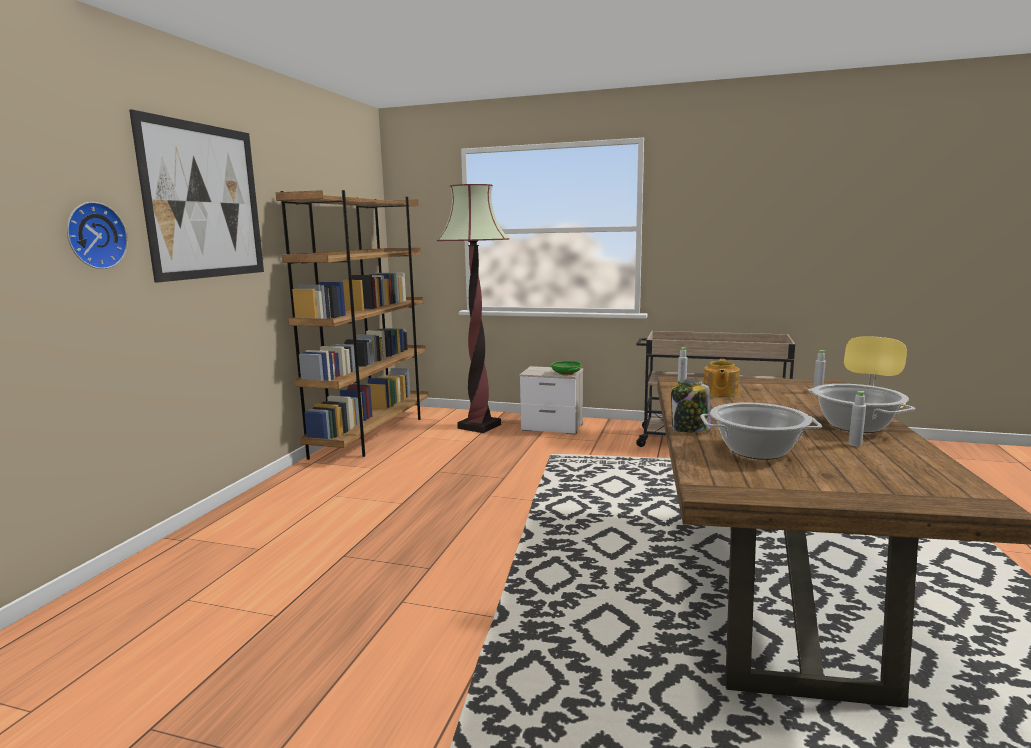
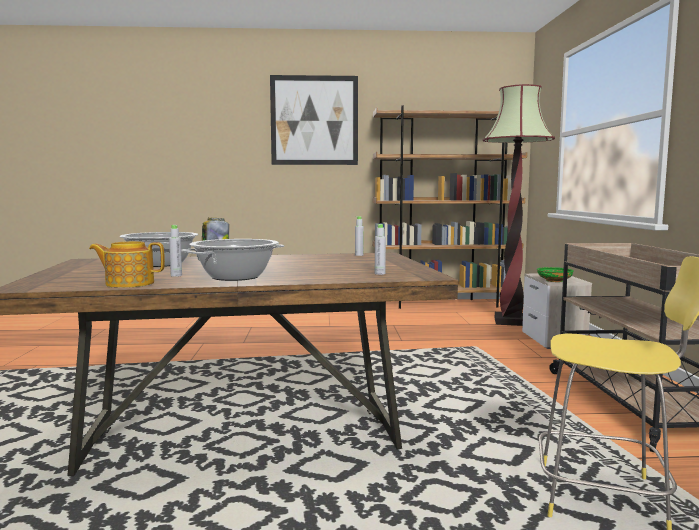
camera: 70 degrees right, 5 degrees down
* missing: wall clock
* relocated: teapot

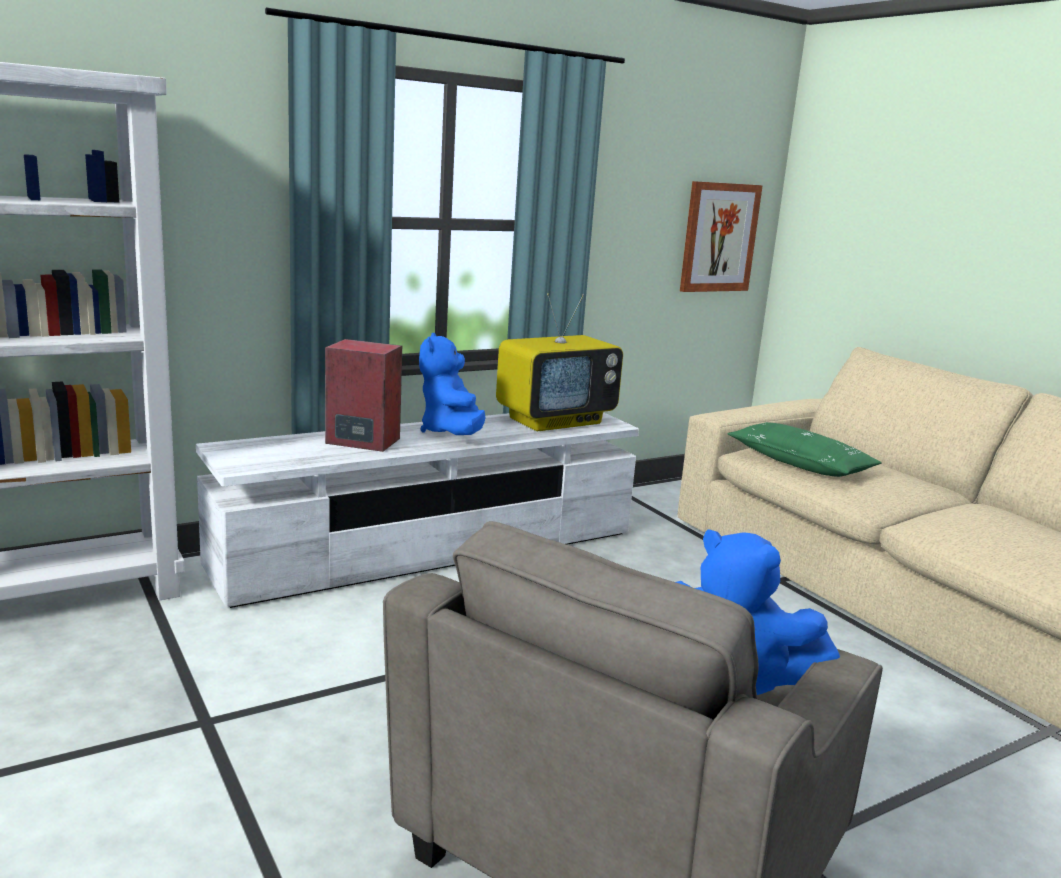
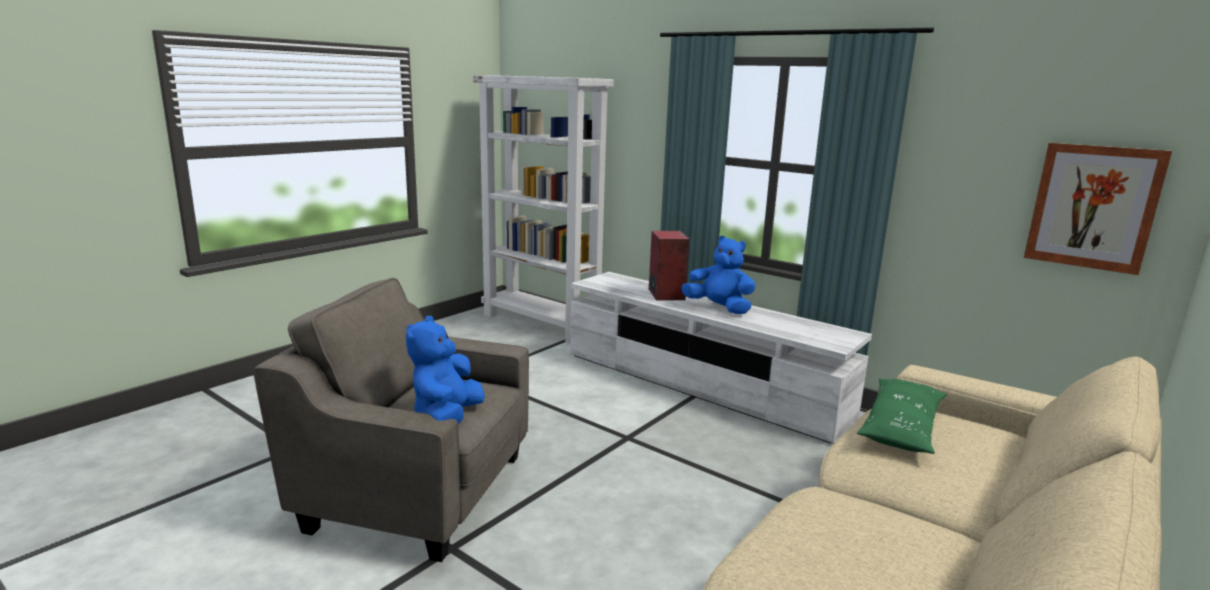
camera: 70 degrees right, 0 degrees up
* missing: television
* spun: plush toy/blue (no. 1 from left in the first image) 60 degrees clockwise

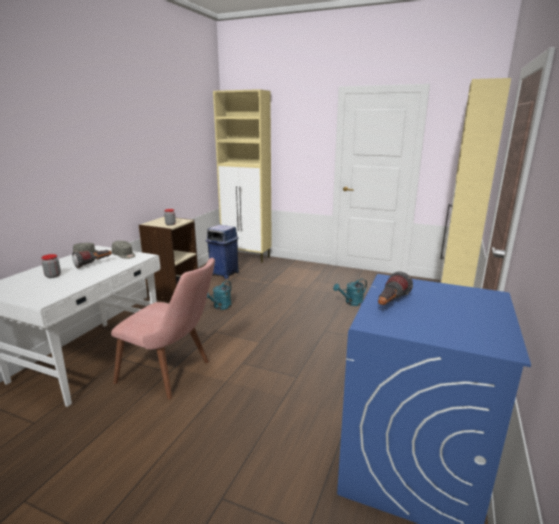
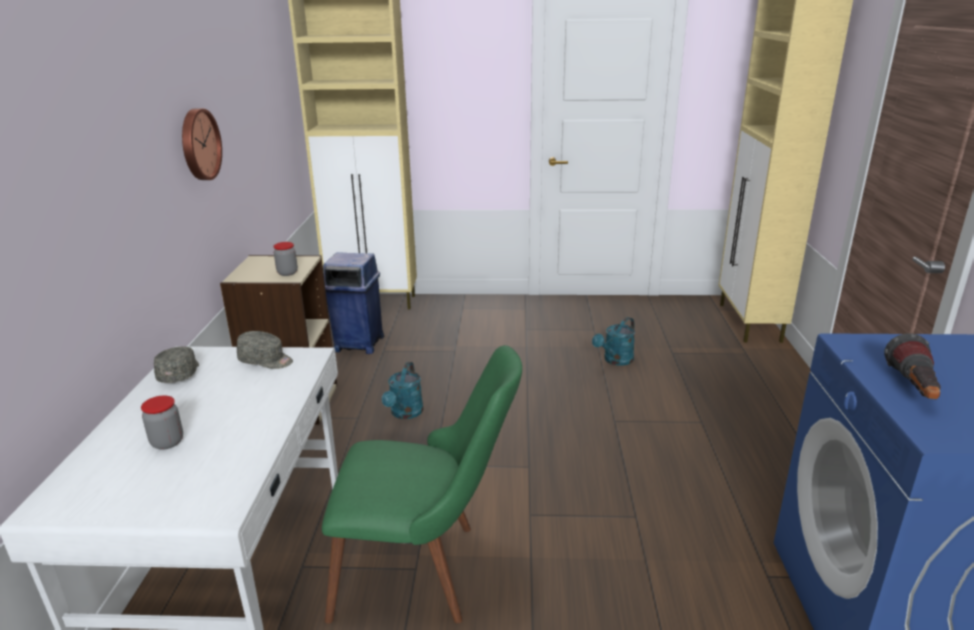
camera: 20 degrees left, 5 degrees up
* missing: flashlight (no. 1 from left)
* appeared: wall clock
* colour: chair/pink to chair/green

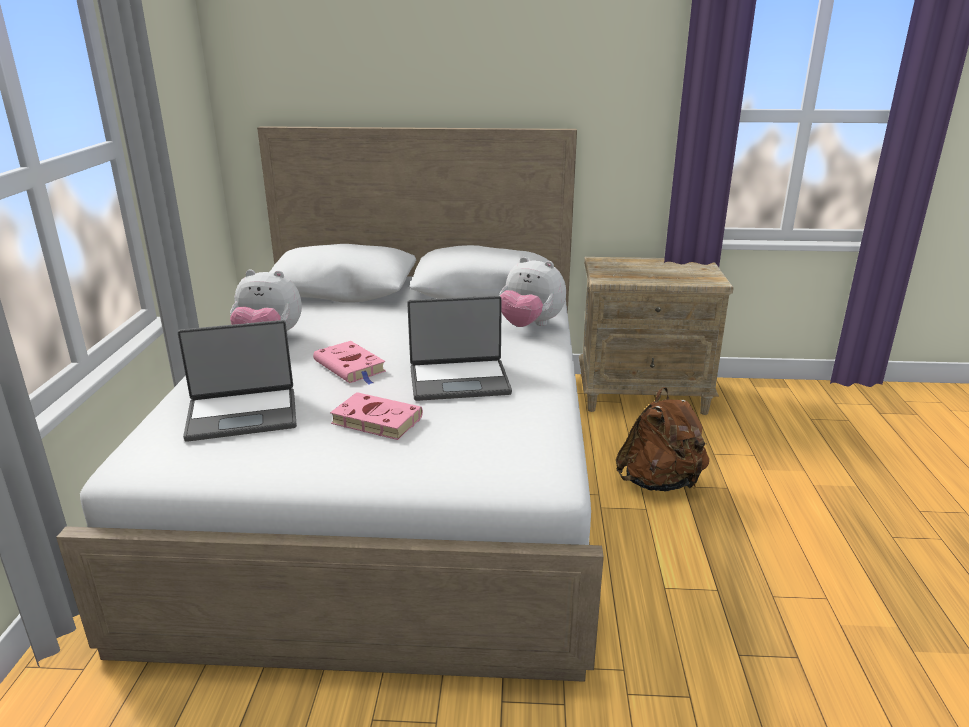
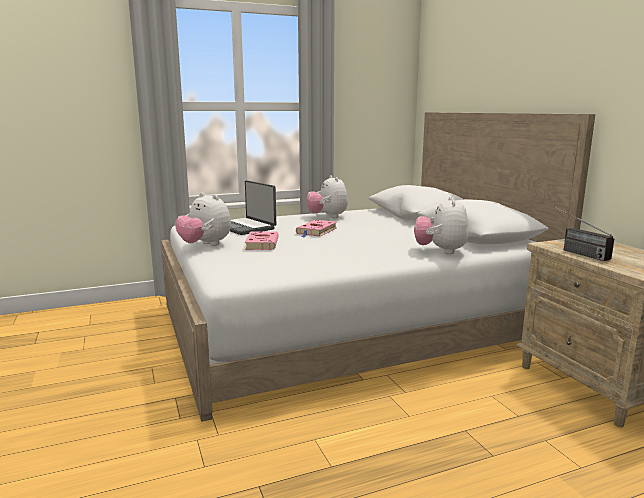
camera: 65 degrees right, 10 degrees down
* missing: laptop (no. 2 from left)
* missing: backpack/brown
* appeared: plush toy (no. 1 from left)
* appeared: radio

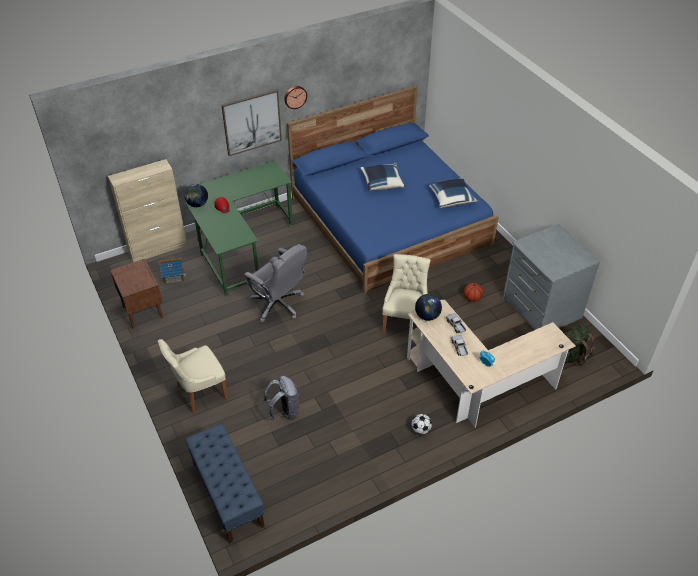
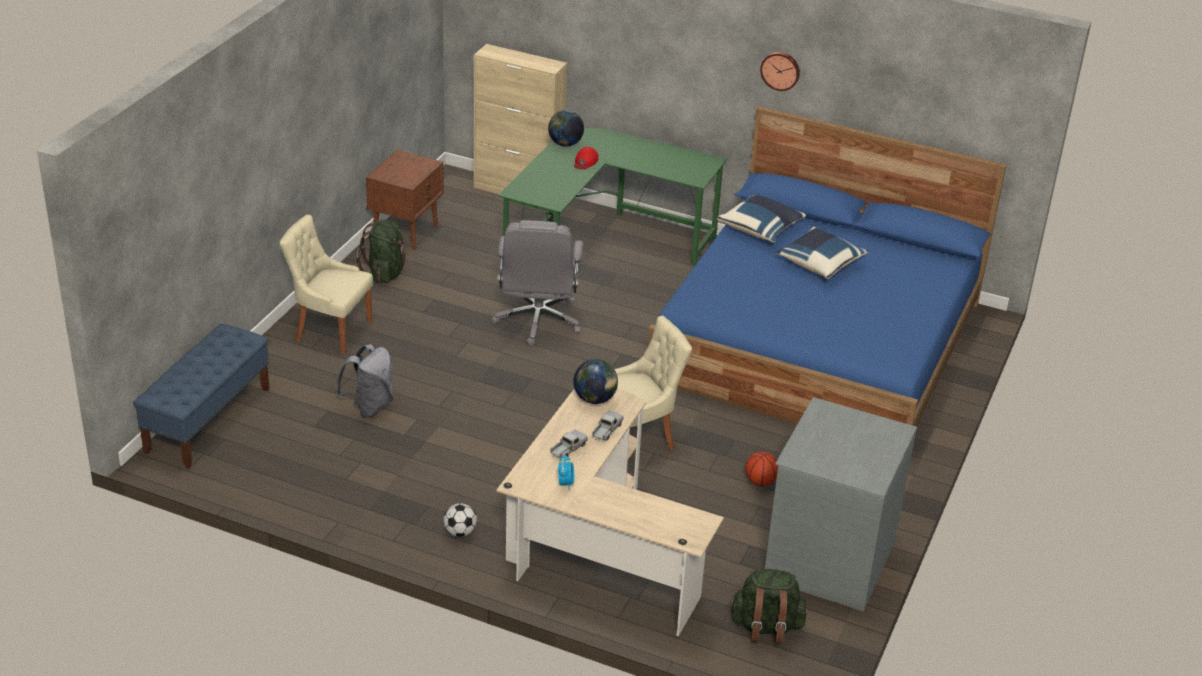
camera: 50 degrees right, 10 degrees down
* missing: toy house
* missing: picture
* appeared: backpack/green (no. 1 from left)
* relocated: pillow/blue (no. 2 from left in the first image) to pillow/blue (no. 1 from left)

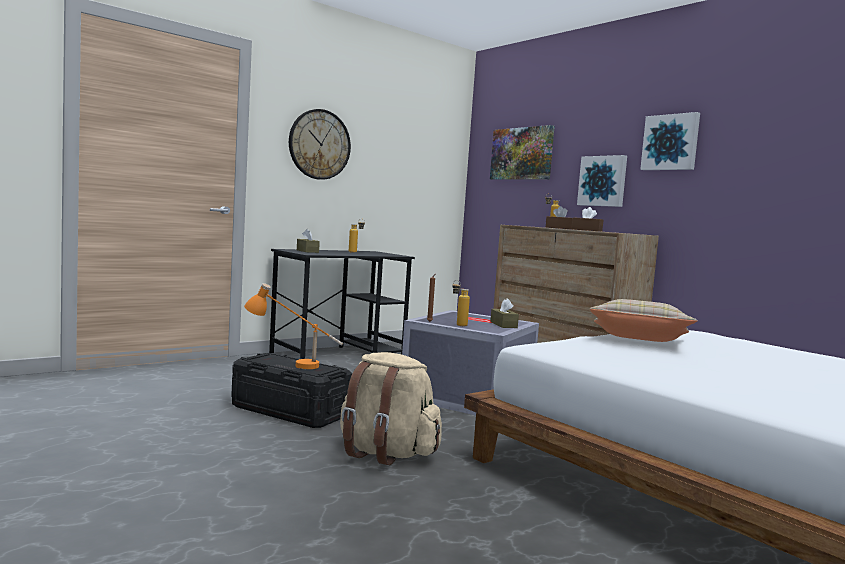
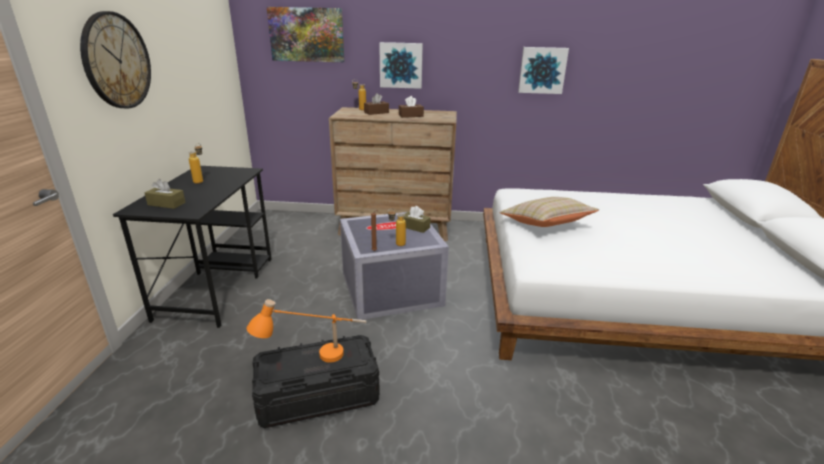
camera: 45 degrees left, 20 degrees up
* missing: backpack/beige
* relocated: picture (no. 3 from left)

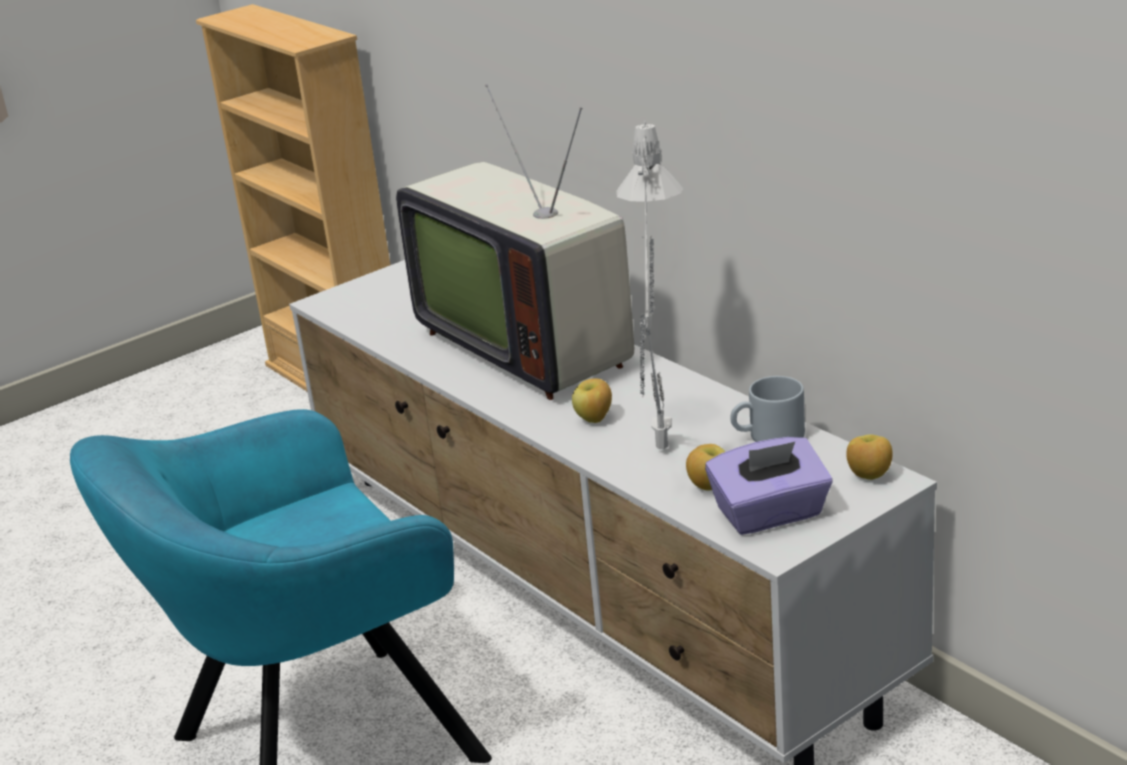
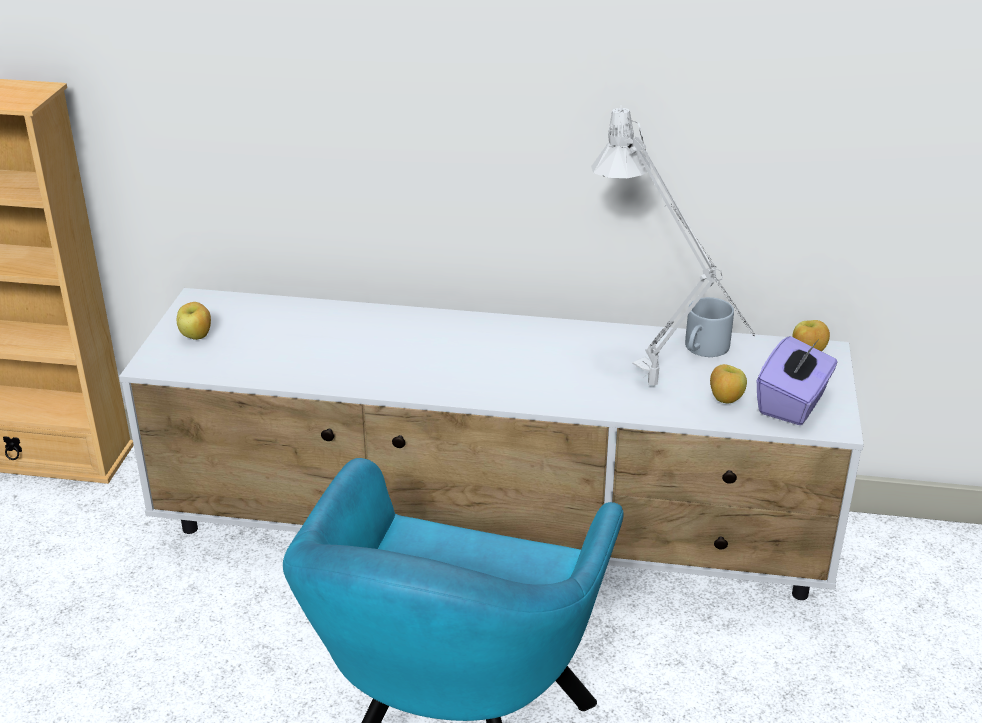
camera: 45 degrees left, 5 degrees up
* missing: television
* relocated: apple (no. 1 from left)

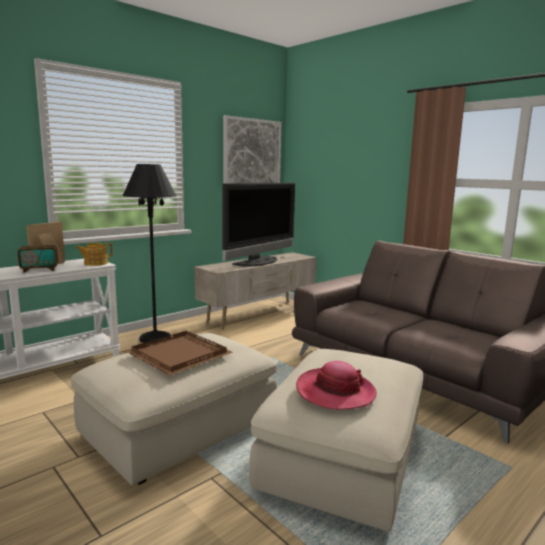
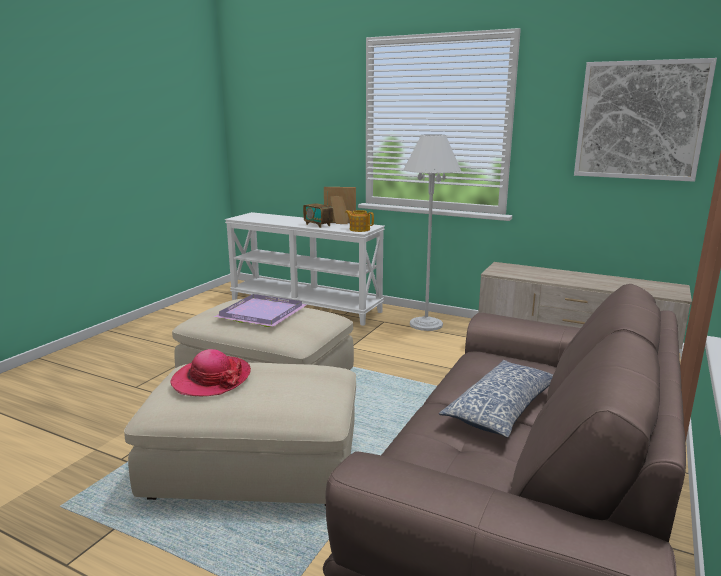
camera: 70 degrees right, 5 degrees up
* missing: television
* appeared: pillow
* colour: floor lamp/black to floor lamp/white
* colour: tray/brown to tray/purple

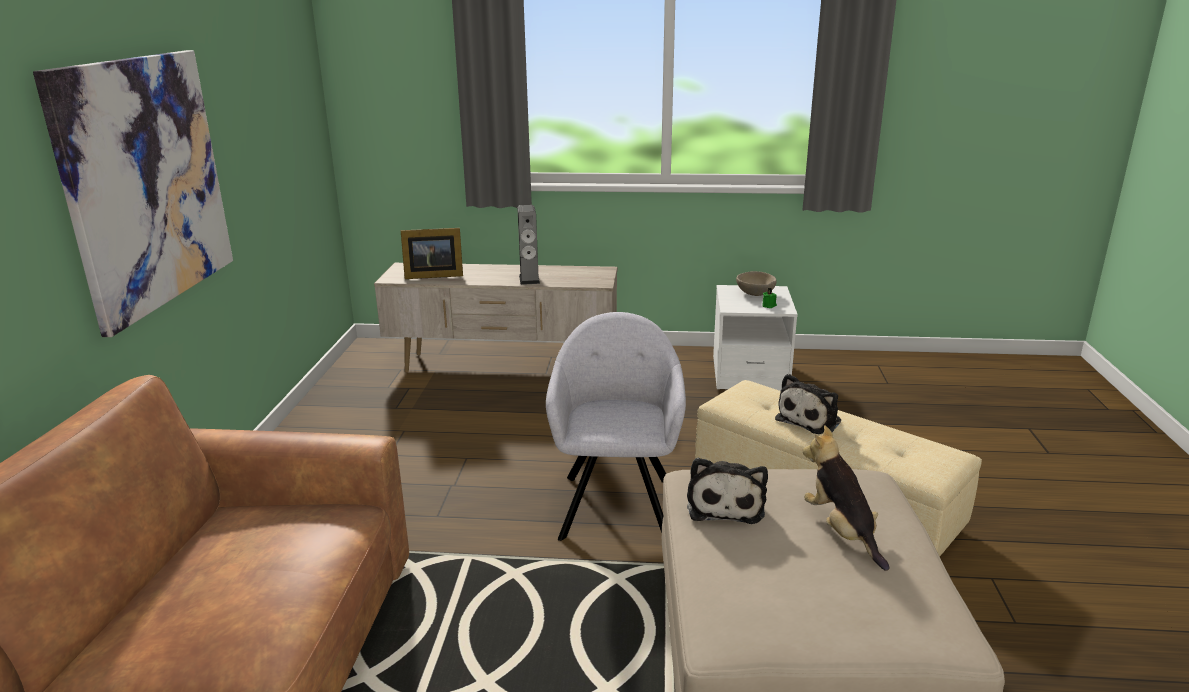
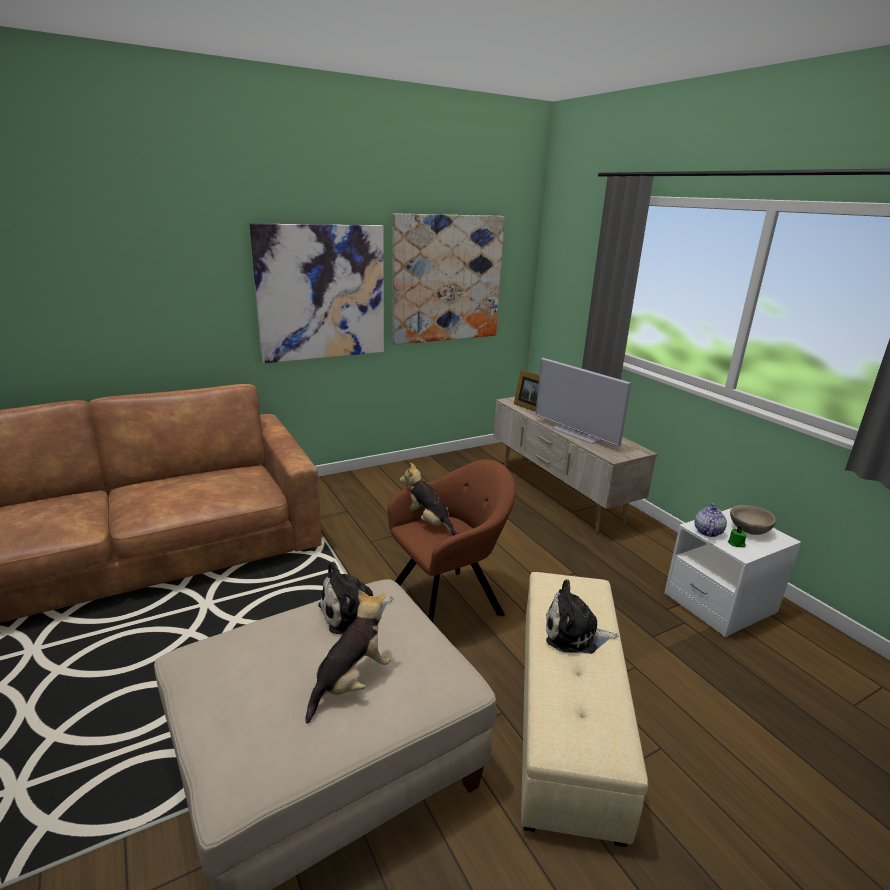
camera: 55 degrees right, 0 degrees up
* appeared: picture (no. 2 from left)
* appeared: plush toy (no. 3 from left)
* appeared: teapot
* exchanged: speaker to television
* colour: armchair/grey to armchair/brown

